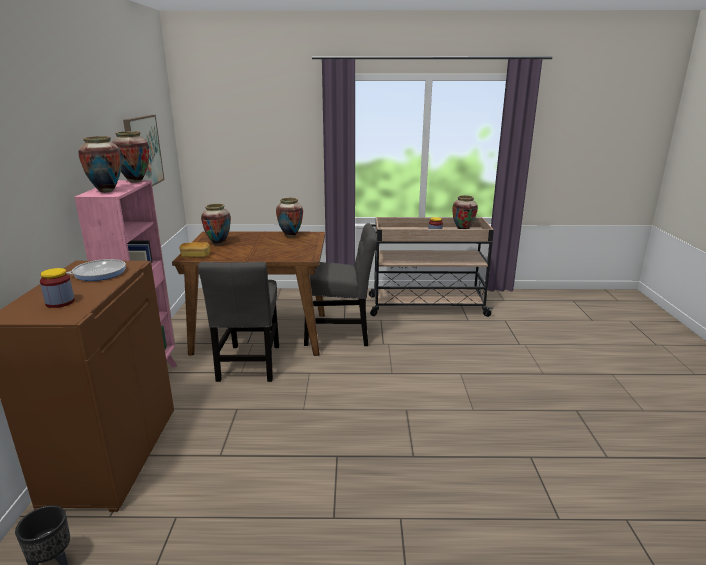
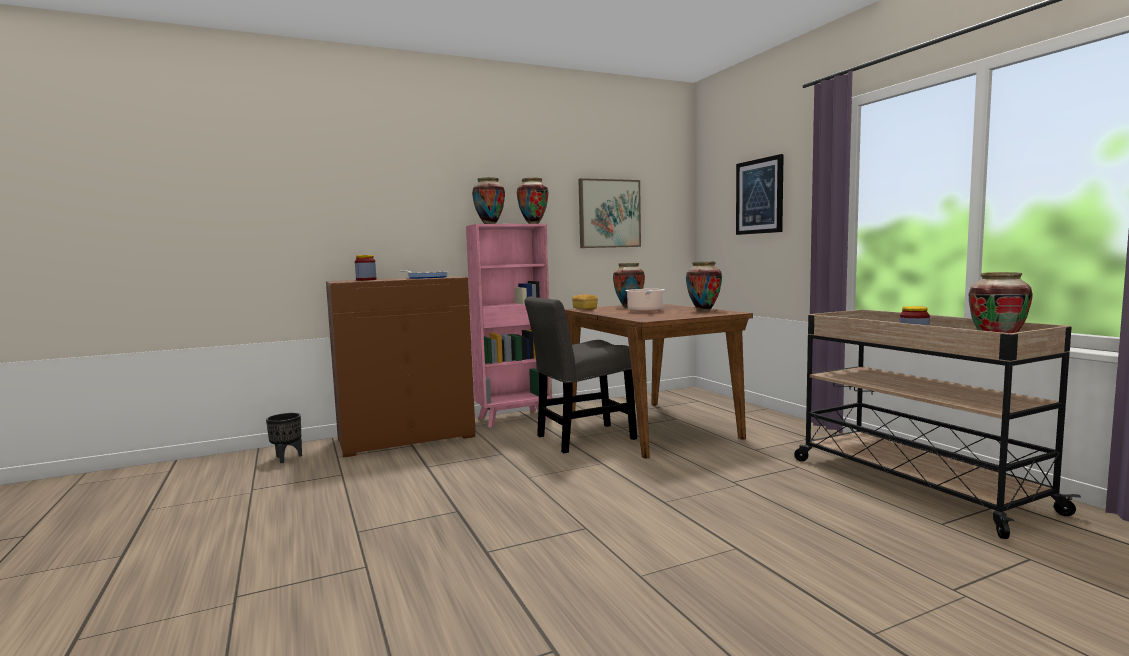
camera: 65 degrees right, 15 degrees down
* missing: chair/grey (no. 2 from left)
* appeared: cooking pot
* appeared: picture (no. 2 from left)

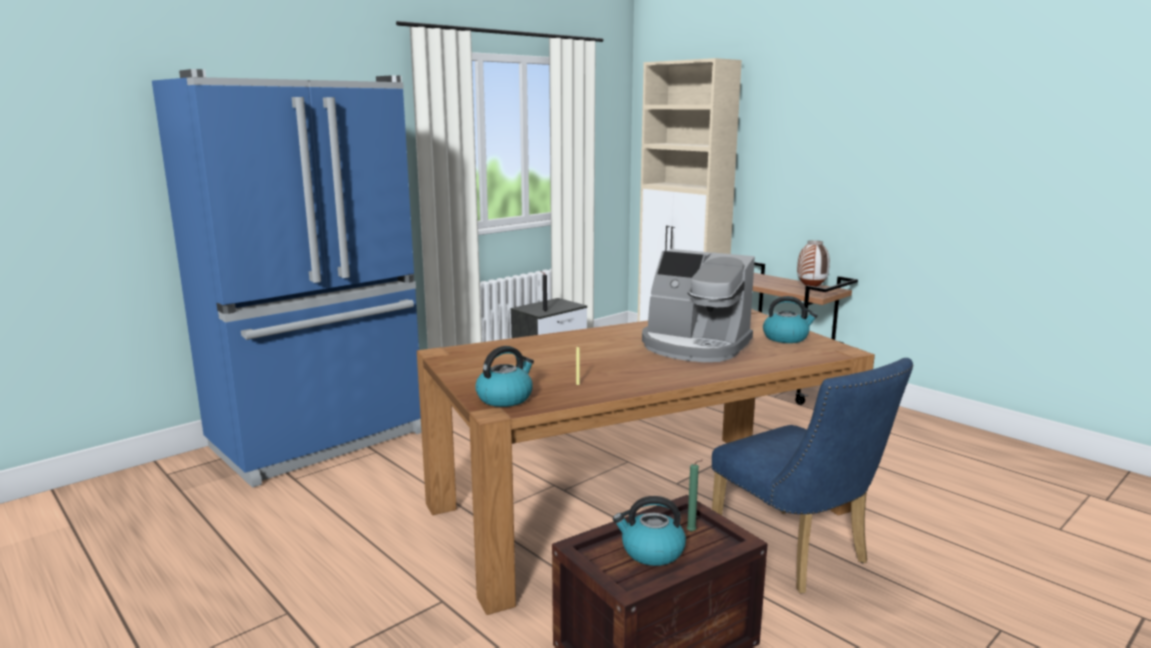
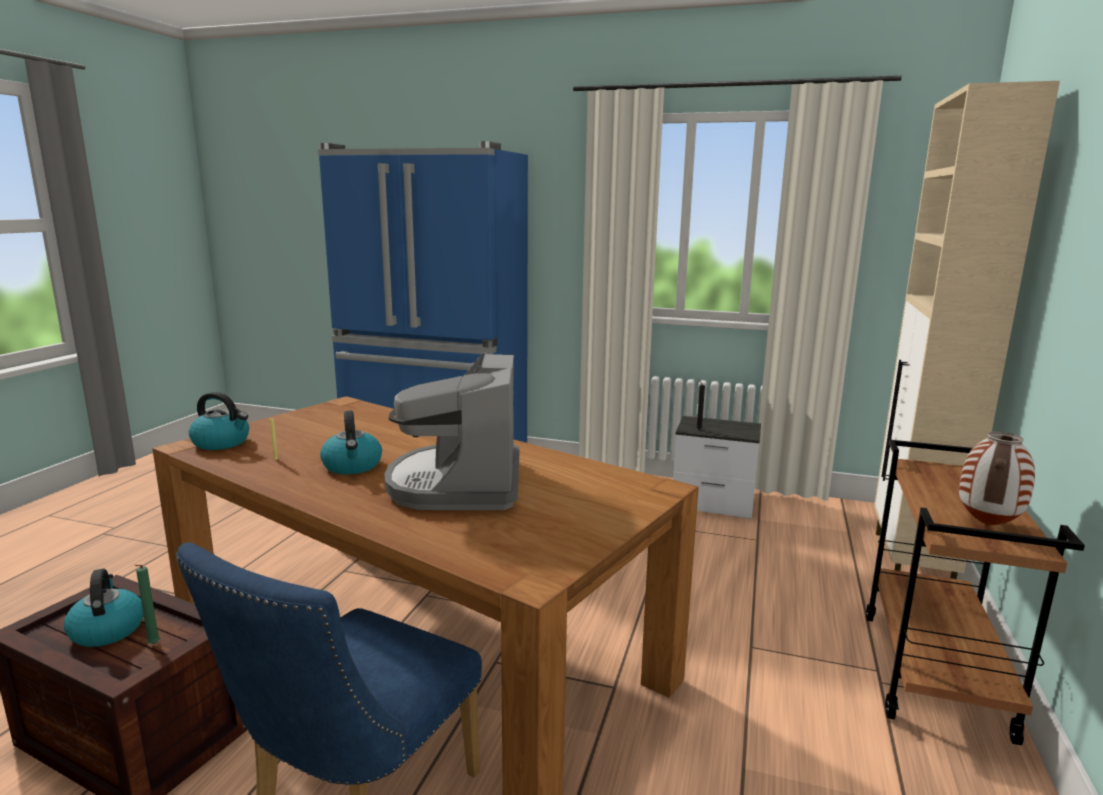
camera: 60 degrees right, 0 degrees up
* relocated: kettle (no. 3 from left)

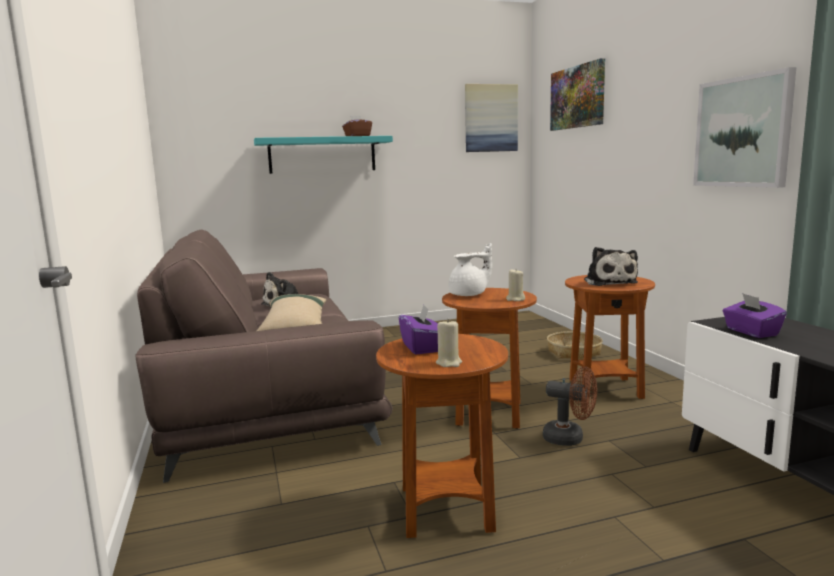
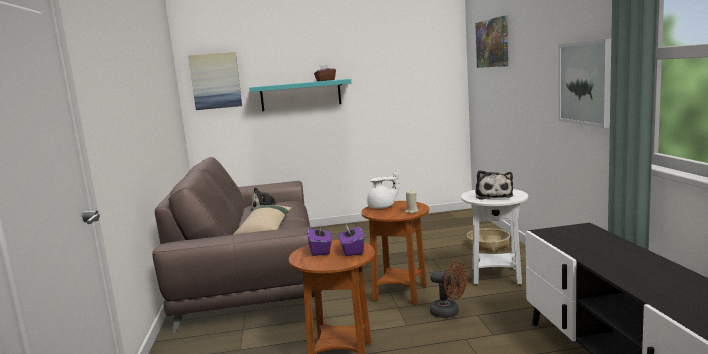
camera: 10 degrees right, 0 degrees up
* missing: candle/beige (no. 1 from left)
* relocated: picture (no. 1 from left)
* relocated: tissue box/purple (no. 2 from left)
* colour: side table/brown (no. 3 from left) to side table/white

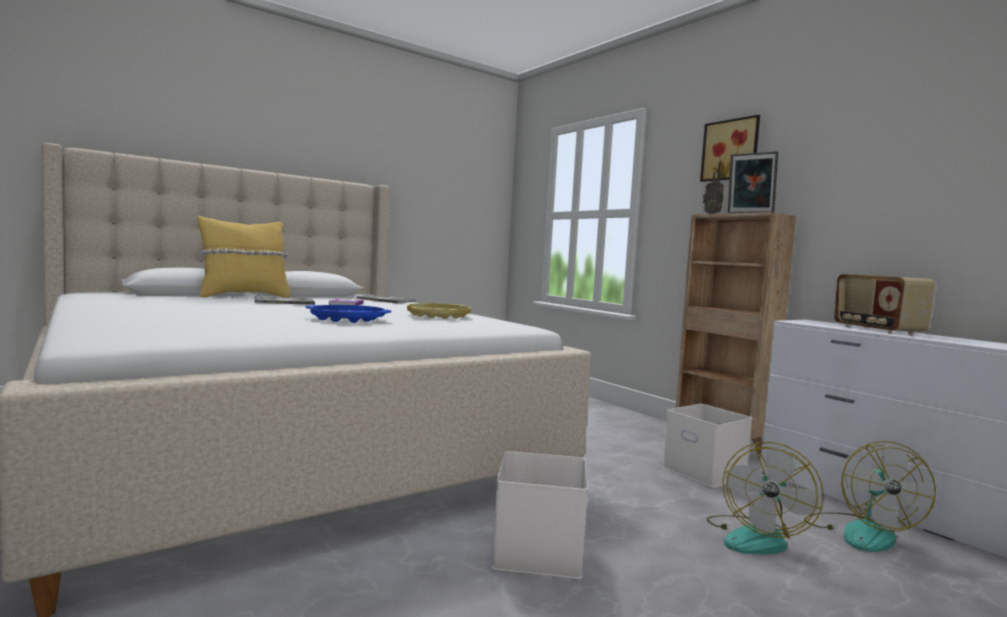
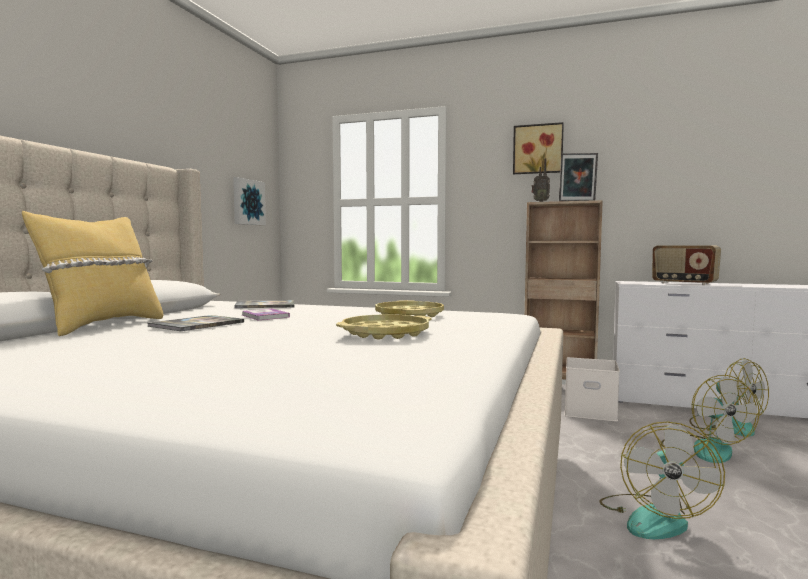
camera: 35 degrees left, 0 degrees up
* appeared: picture (no. 1 from left)
* exchanged: storage box/white (no. 1 from left) to fan (no. 1 from left)
* colour: tray/blue to tray/yellow (no. 1 from left)

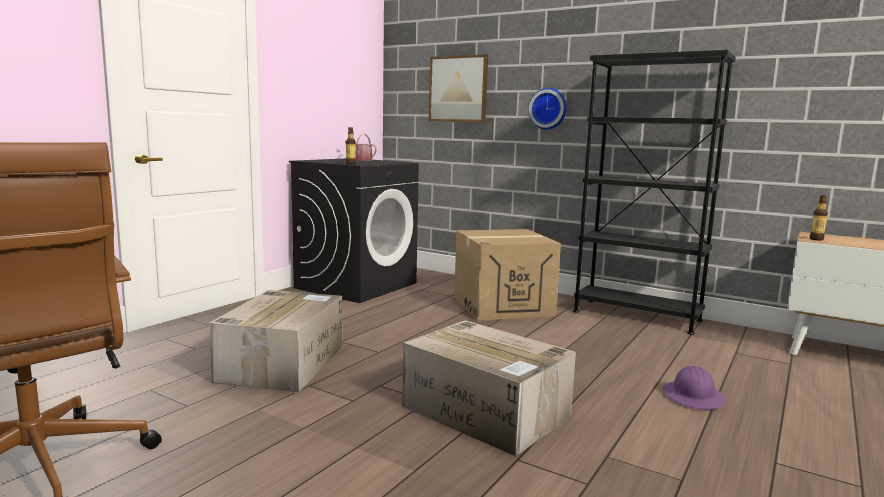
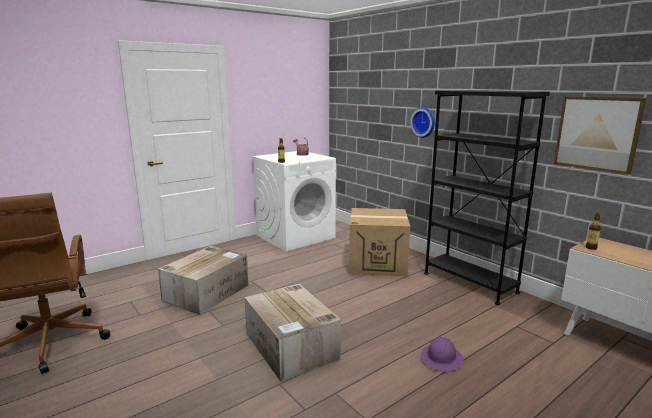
camera: 20 degrees right, 5 degrees up
* relocated: picture
* colour: washing machine/black to washing machine/white

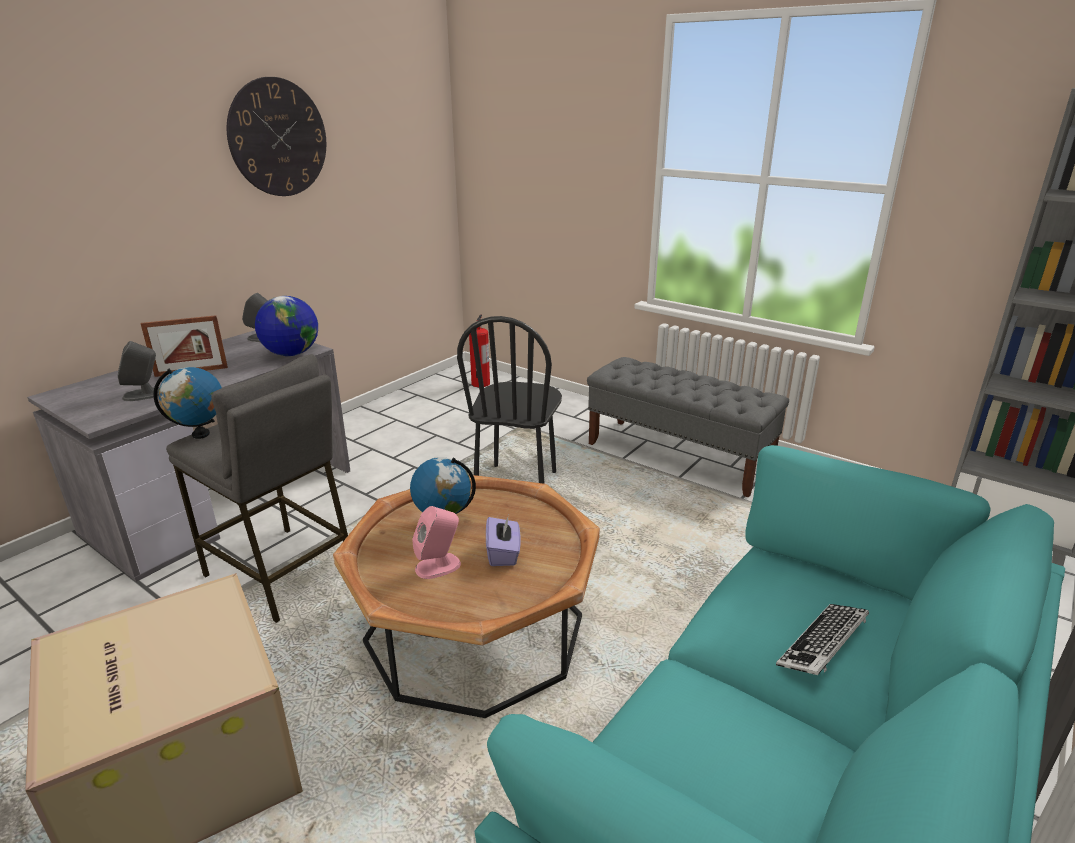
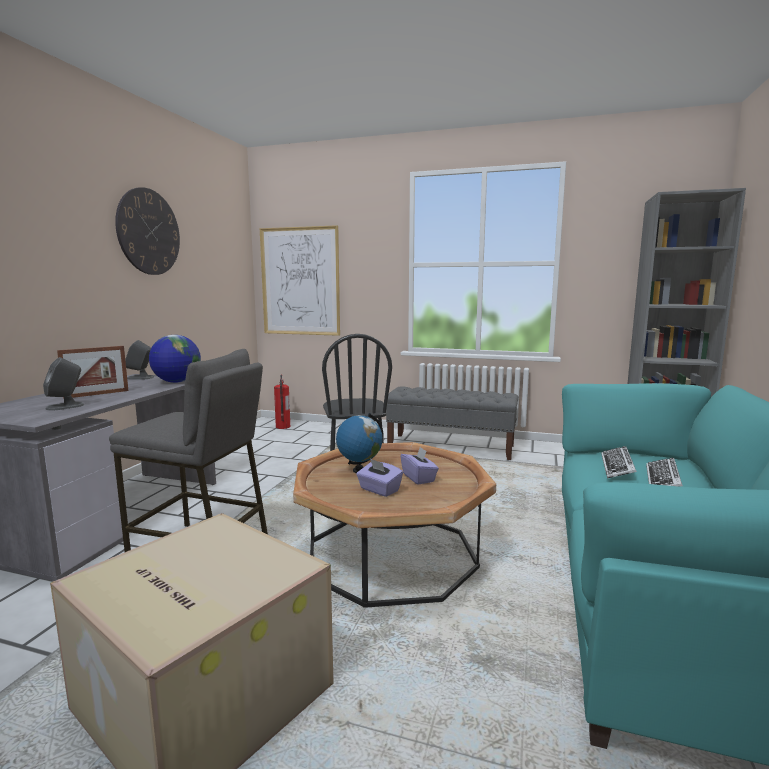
camera: 20 degrees left, 15 degrees down
* missing: globe (no. 1 from left)
* appeared: picture
* appeared: keyboard (no. 1 from left)
* exchanged: speaker/pink to tissue box/purple (no. 1 from left)

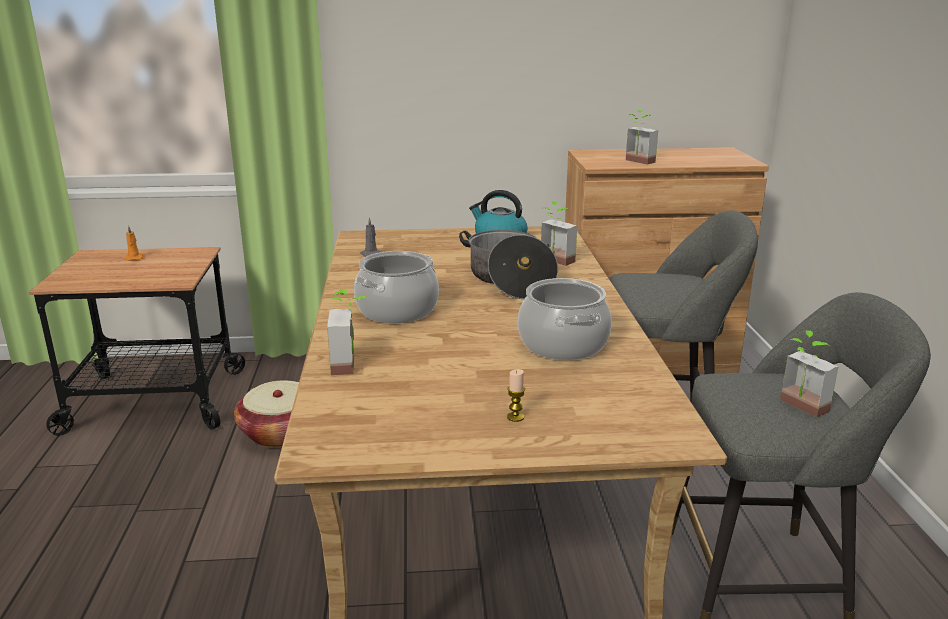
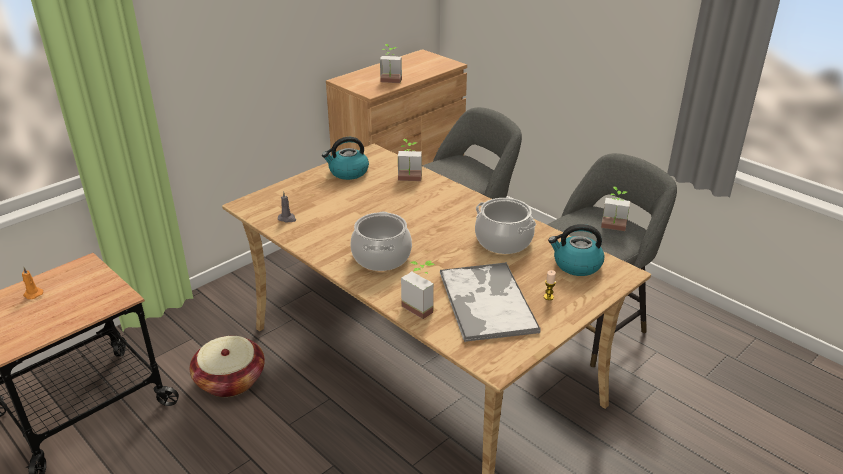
camera: 40 degrees left, 10 degrees up
* missing: cooking pot (no. 2 from left)
* appeared: tray
* appeared: kettle (no. 2 from left)

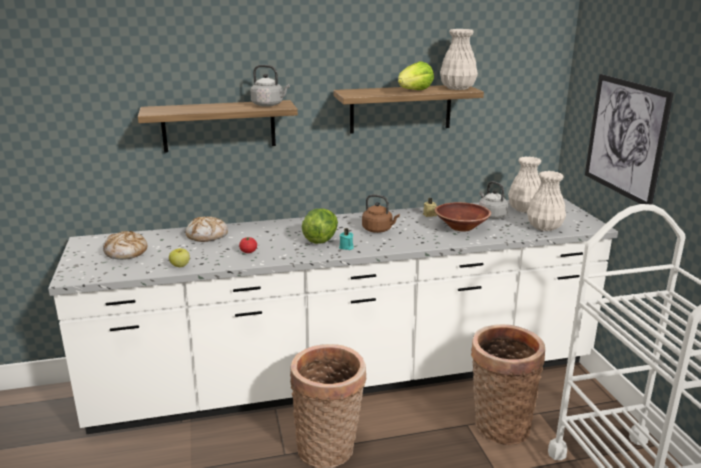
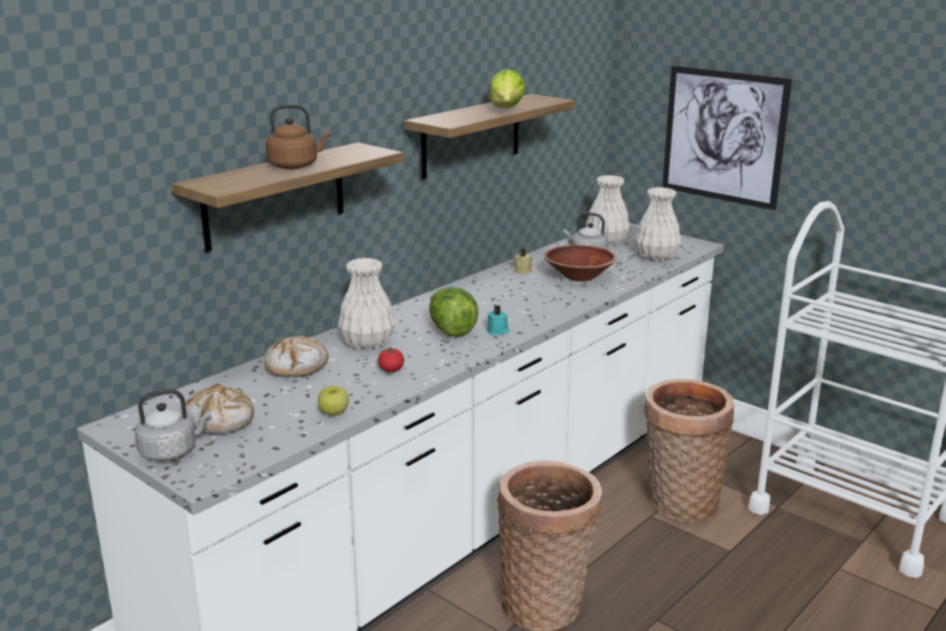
camera: 35 degrees left, 0 degrees up
* relocated: kettle/grey (no. 1 from left)
* relocated: kettle/brown
* relocated: vase/white (no. 1 from left)

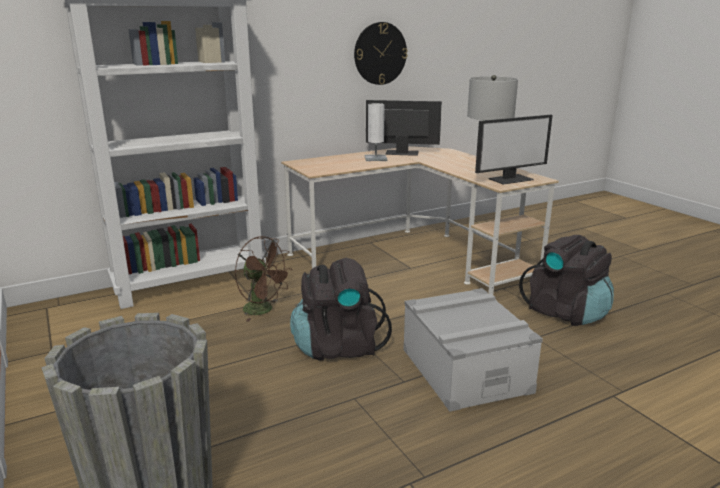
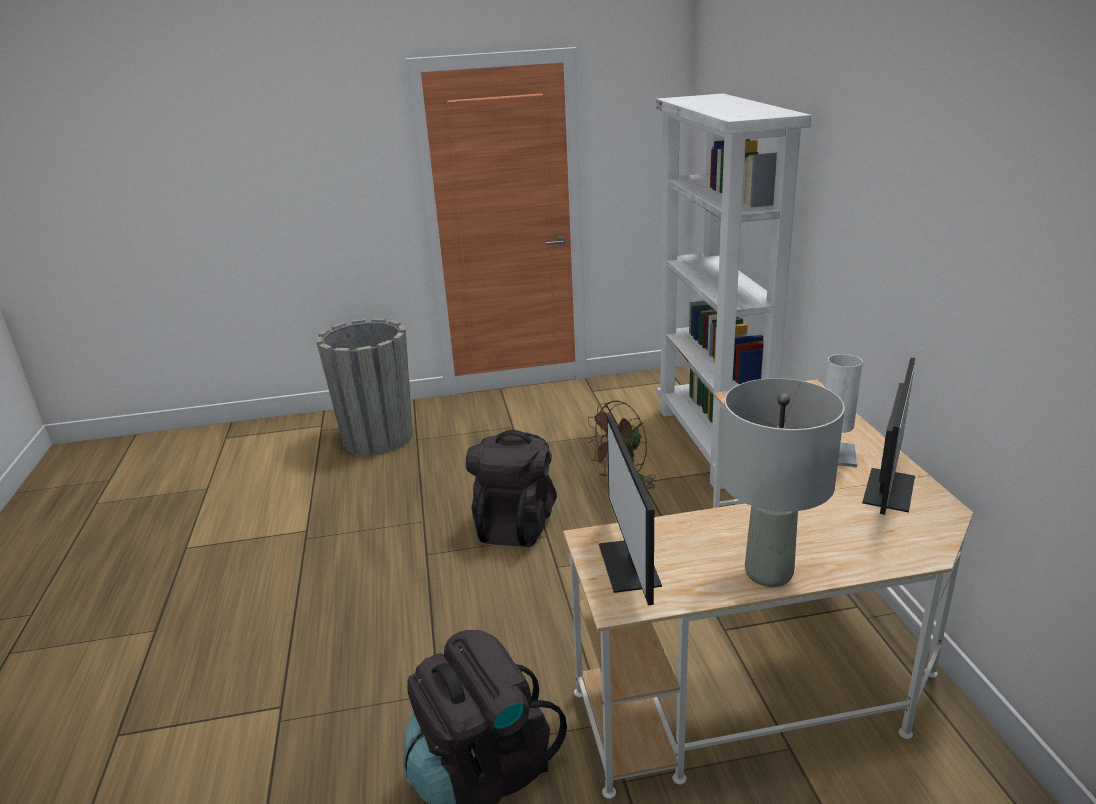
camera: 110 degrees right, 5 degrees up
* missing: wall clock
* missing: storage box/grey

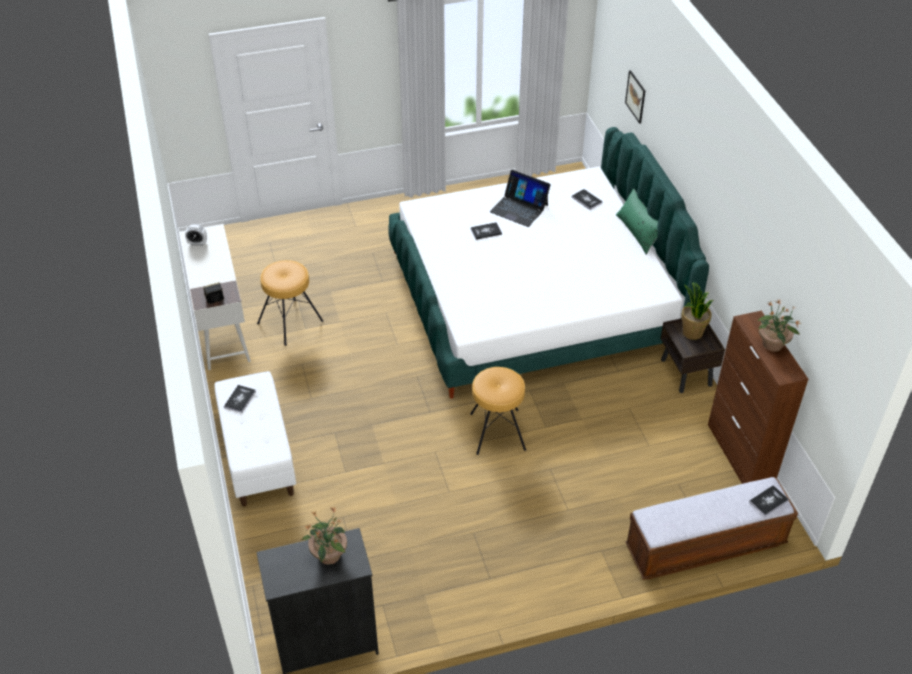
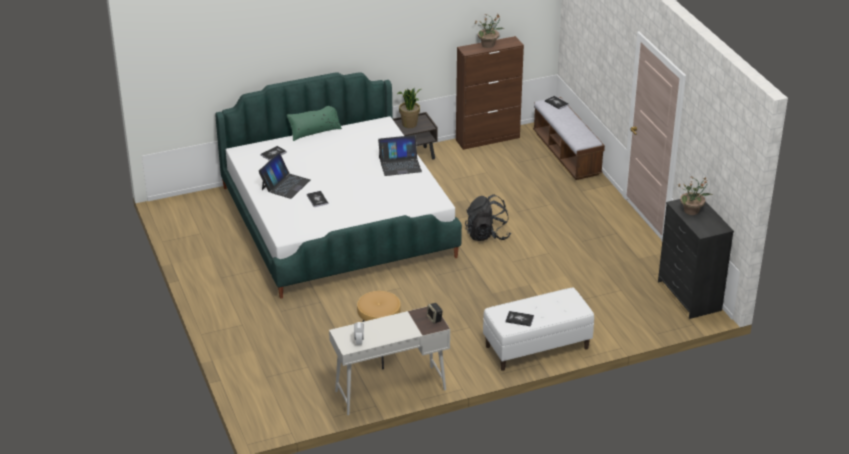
camera: 95 degrees left, 10 degrees down
* missing: picture
* appeared: laptop (no. 2 from left)
* exchanged: stool/brown (no. 2 from left) to backpack/black

